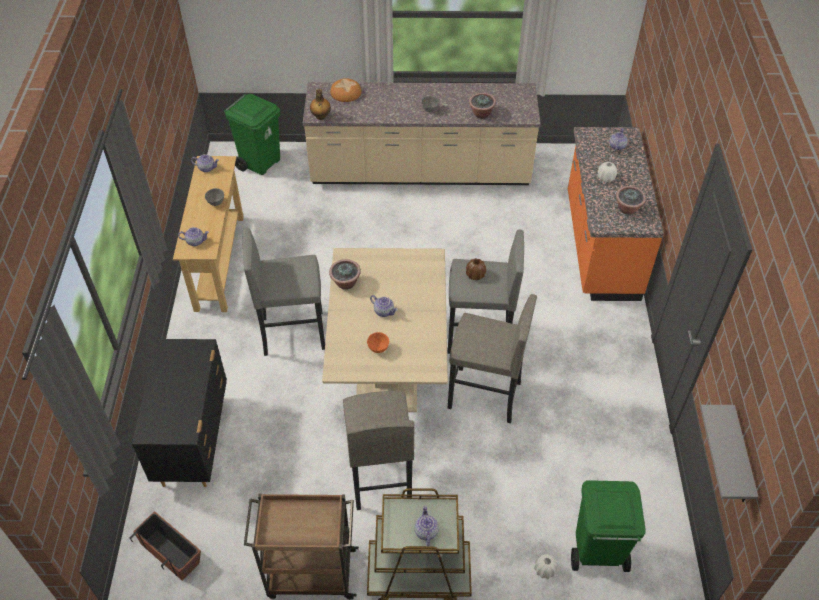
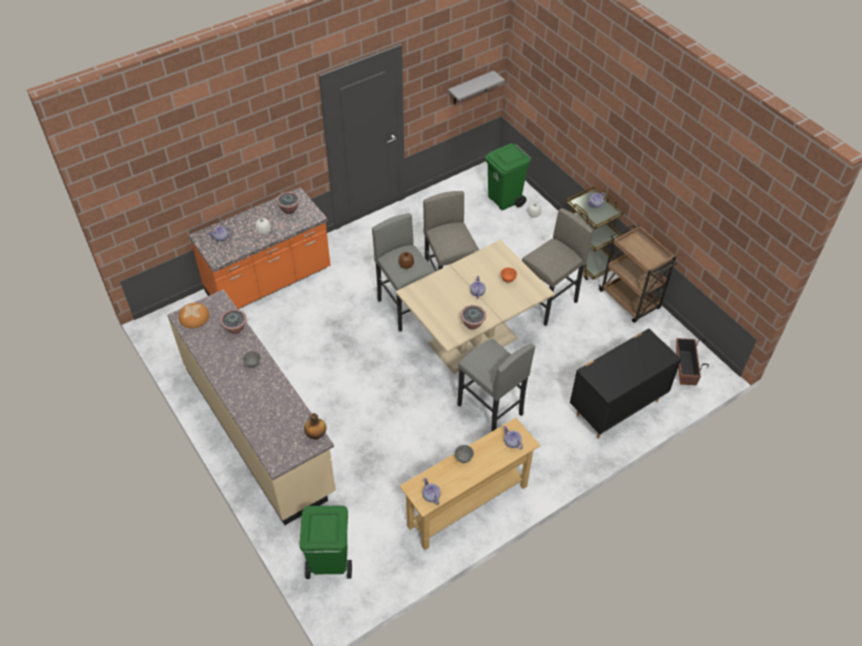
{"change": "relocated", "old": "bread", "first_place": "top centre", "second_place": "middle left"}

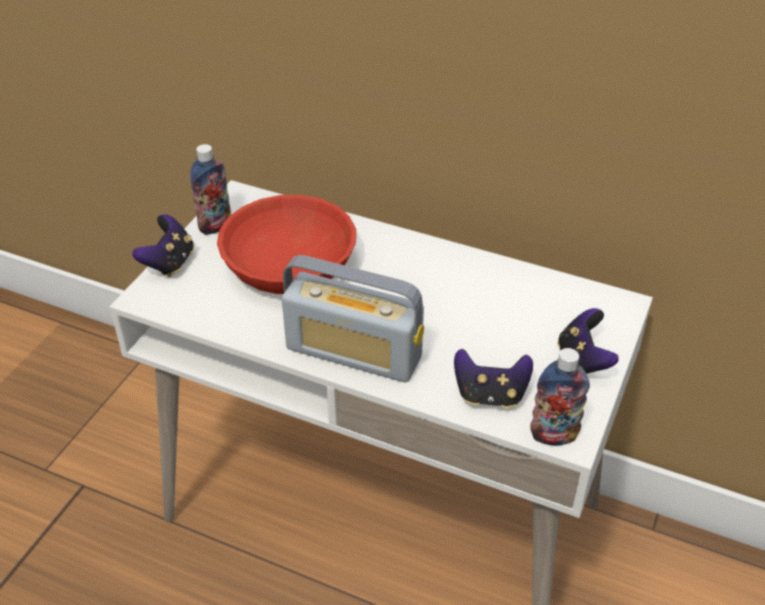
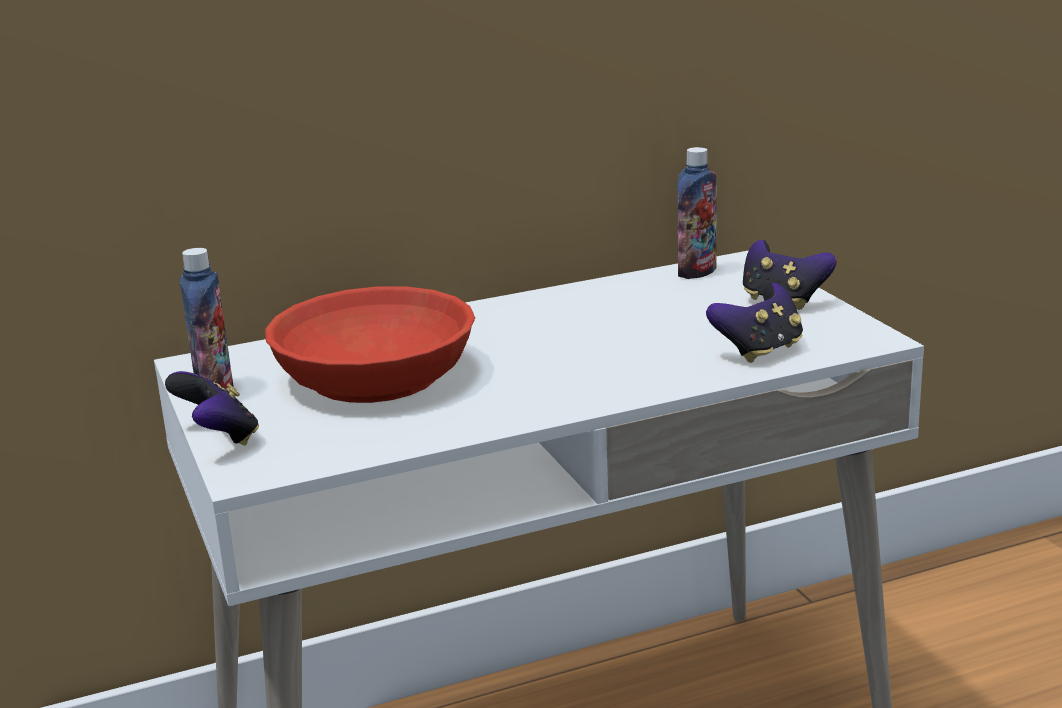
{"change": "missing", "old": "radio", "first_place": "centre"}
{"change": "relocated", "old": "bottle (no. 2 from left)", "first_place": "middle right", "second_place": "top centre"}

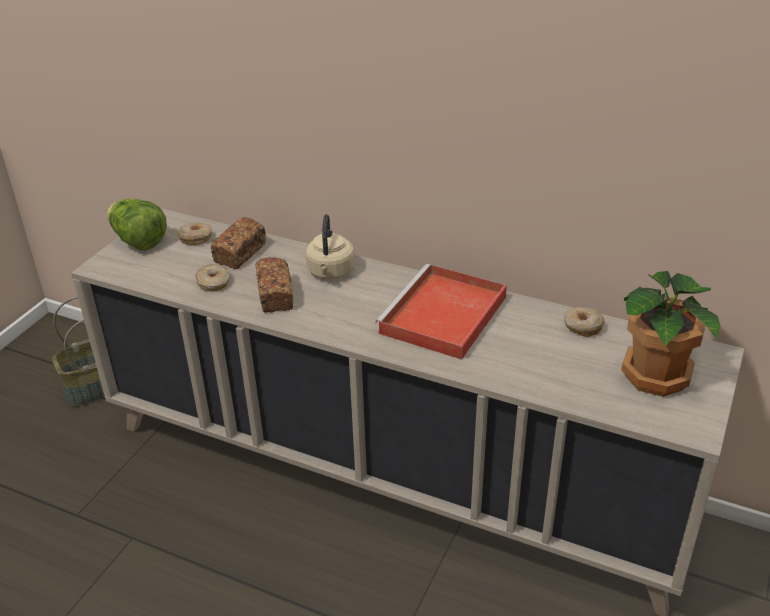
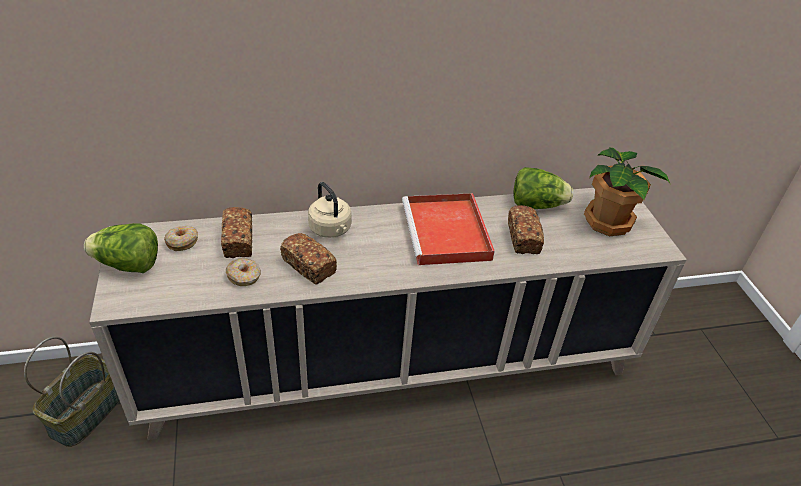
{"change": "appeared", "new": "bread (no. 3 from left)", "second_place": "centre"}
{"change": "exchanged", "old": "donut (no. 3 from left)", "new": "lettuce (no. 2 from left)", "first_place": "middle right", "second_place": "middle right"}

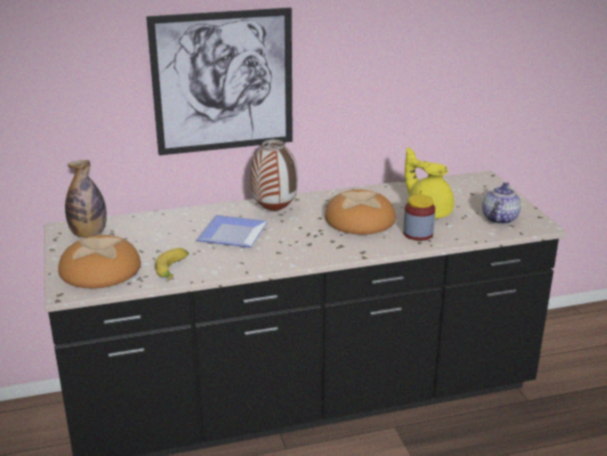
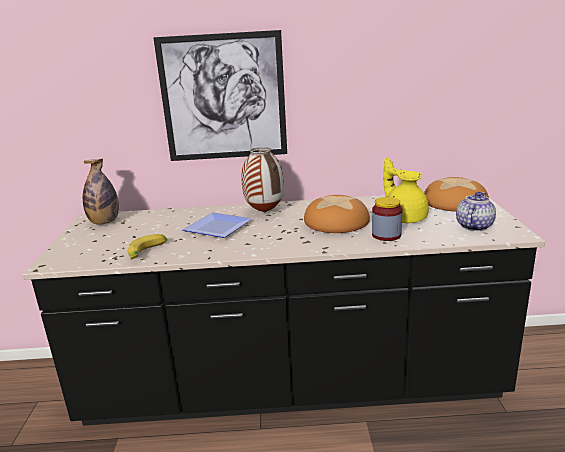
{"change": "relocated", "old": "bread (no. 1 from left in the first image)", "new": "bread (no. 2 from left)", "first_place": "middle left", "second_place": "middle right"}

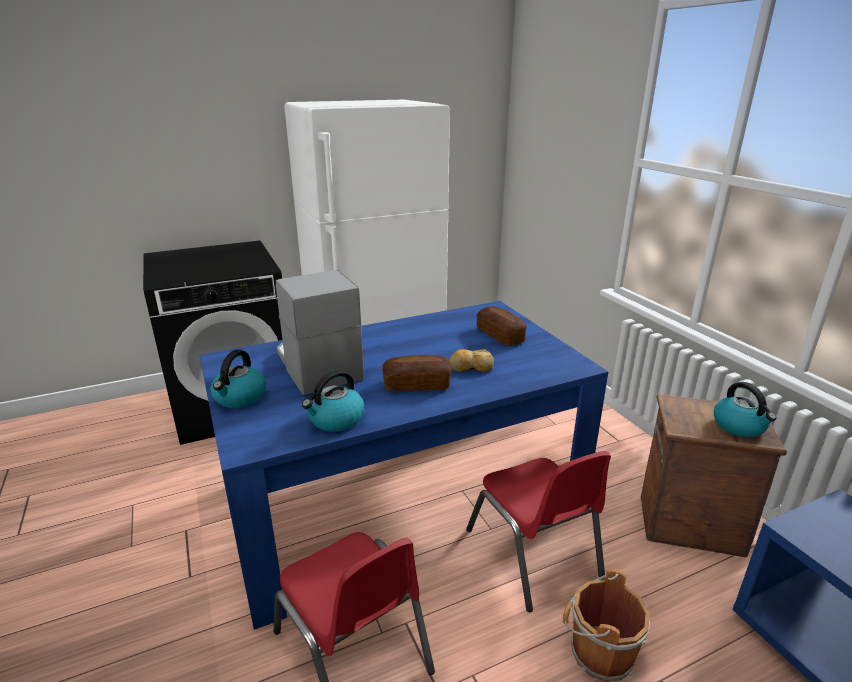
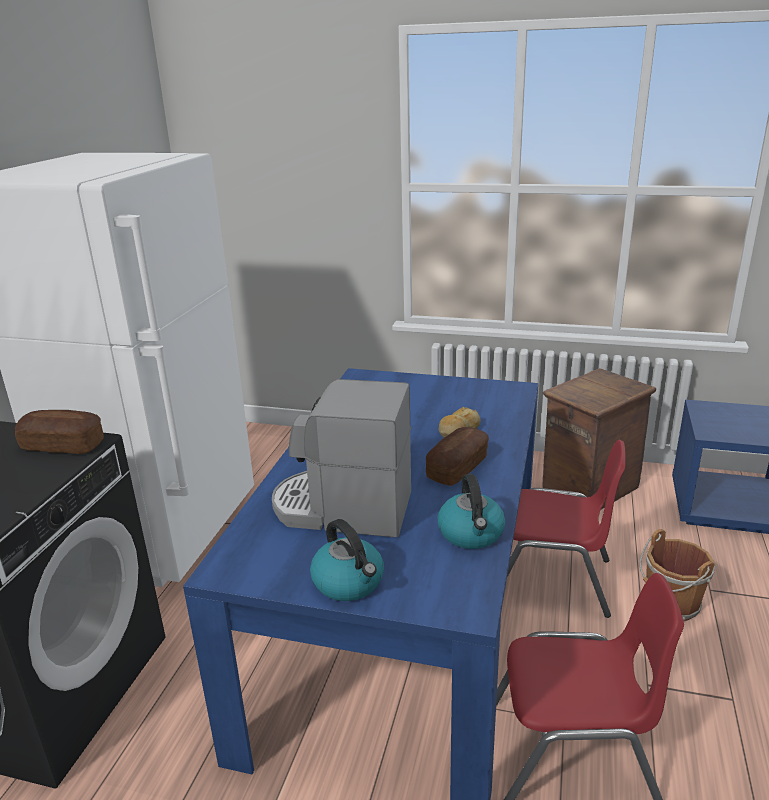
{"change": "missing", "old": "kettle (no. 3 from left)", "first_place": "middle right"}
{"change": "relocated", "old": "bread (no. 3 from left in the first image)", "new": "bread (no. 1 from left)", "first_place": "centre", "second_place": "middle left"}

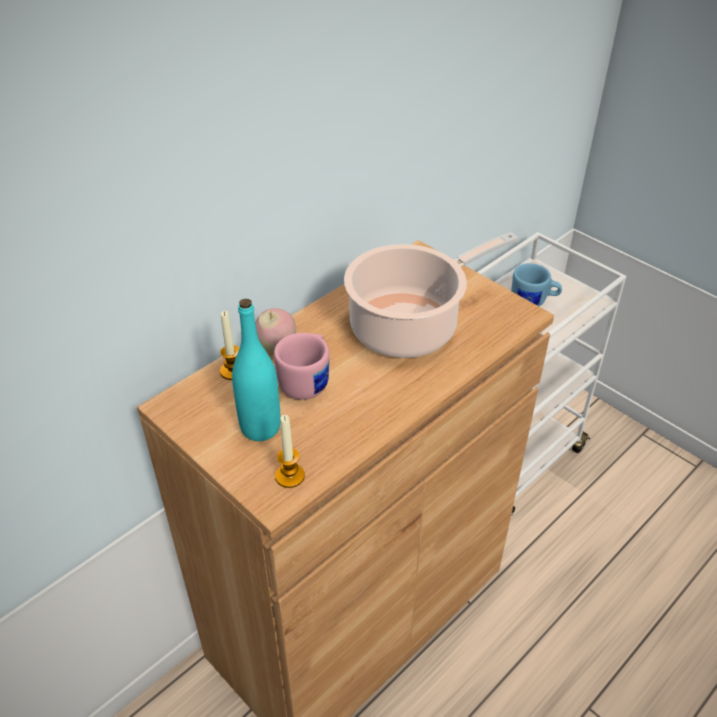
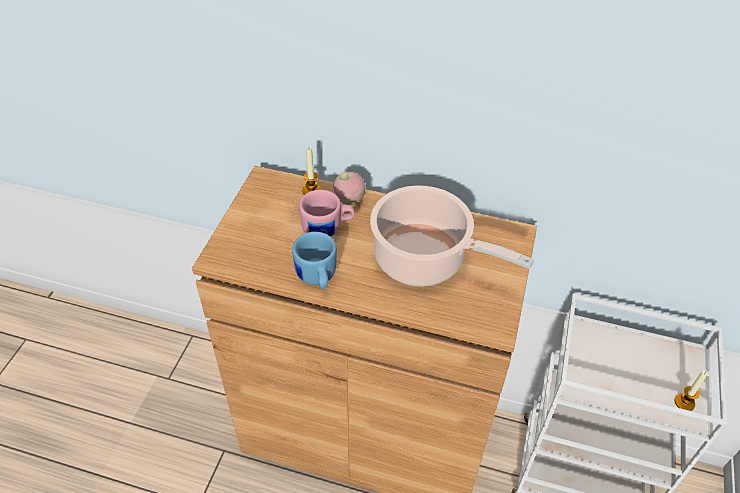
{"change": "missing", "old": "turquoise_bottle", "first_place": "centre"}
{"change": "relocated", "old": "candle (no. 2 from left)", "first_place": "centre", "second_place": "bottom right"}
{"change": "relocated", "old": "blue_mug", "first_place": "middle right", "second_place": "centre"}

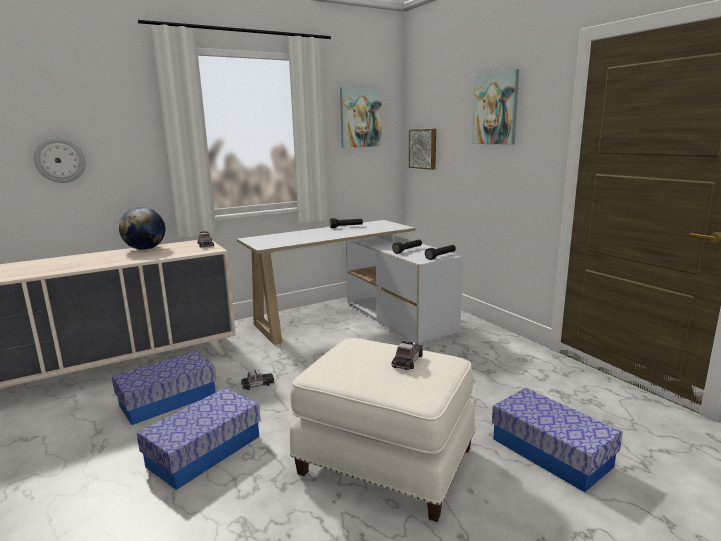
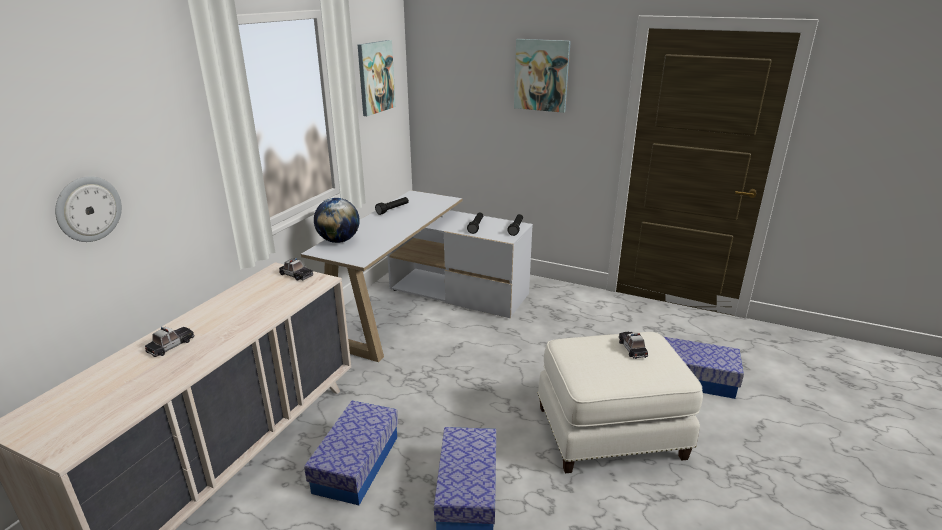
{"change": "missing", "old": "picture (no. 2 from left)", "first_place": "top centre"}
{"change": "relocated", "old": "globe", "first_place": "middle left", "second_place": "centre"}
{"change": "relocated", "old": "toy_car (no. 2 from left in the first image)", "new": "toy_car (no. 1 from left)", "first_place": "bottom centre", "second_place": "middle left"}

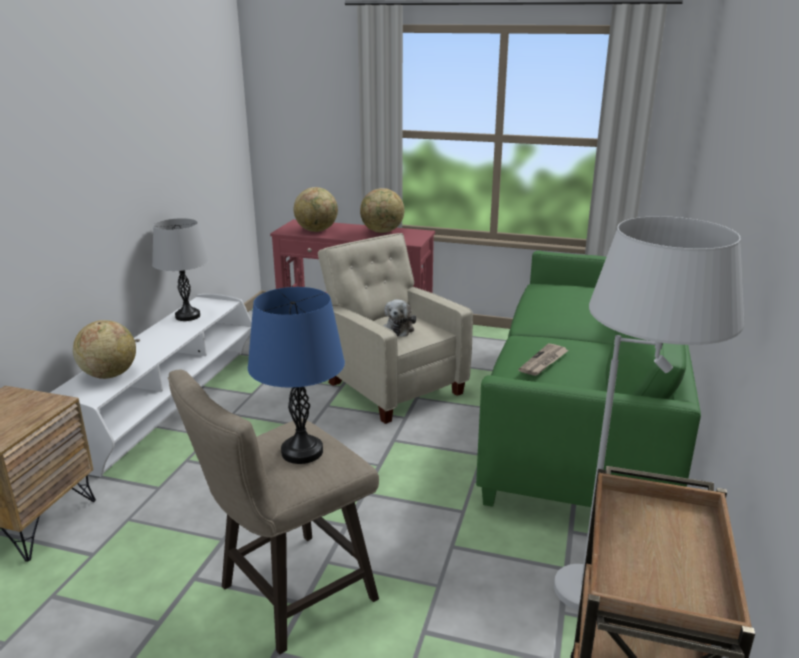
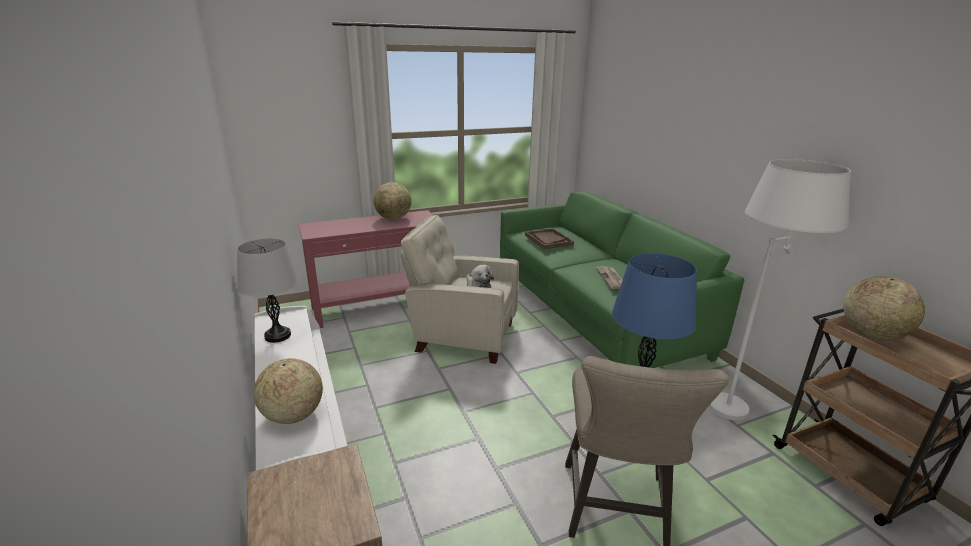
{"change": "appeared", "new": "brown_tray", "second_place": "centre"}
{"change": "relocated", "old": "globe (no. 2 from left in the first image)", "new": "globe (no. 3 from left)", "first_place": "top centre", "second_place": "middle right"}

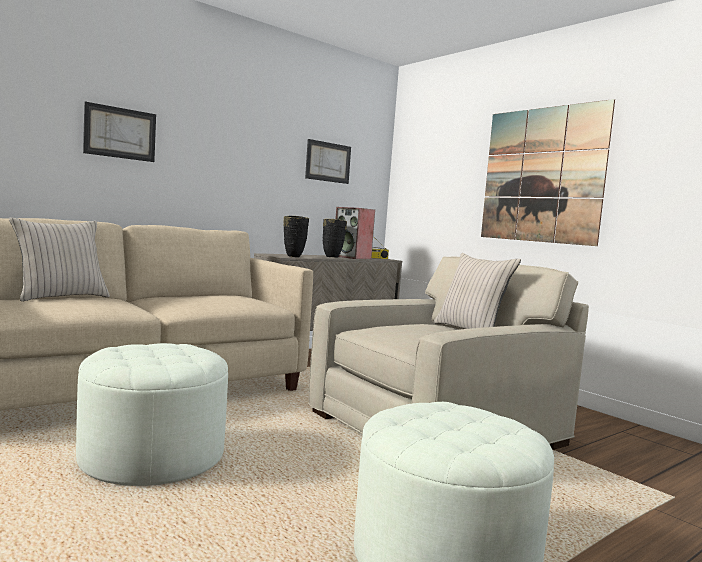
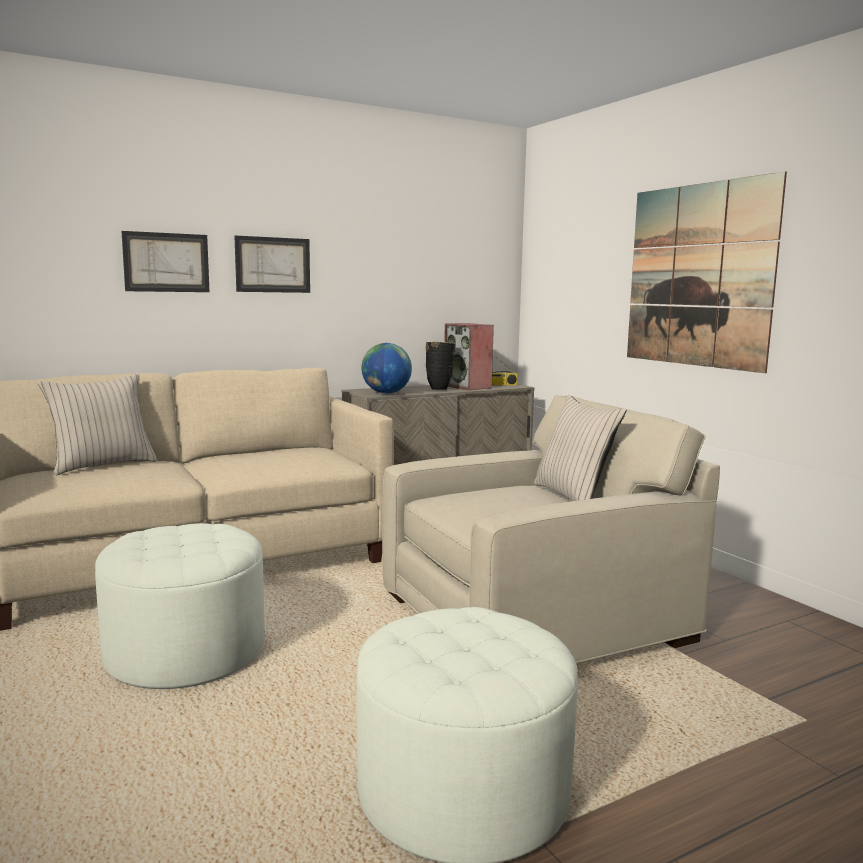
{"change": "relocated", "old": "picture (no. 2 from left)", "first_place": "top centre", "second_place": "top left"}
{"change": "exchanged", "old": "black_vase (no. 1 from left)", "new": "globe", "first_place": "centre", "second_place": "centre"}

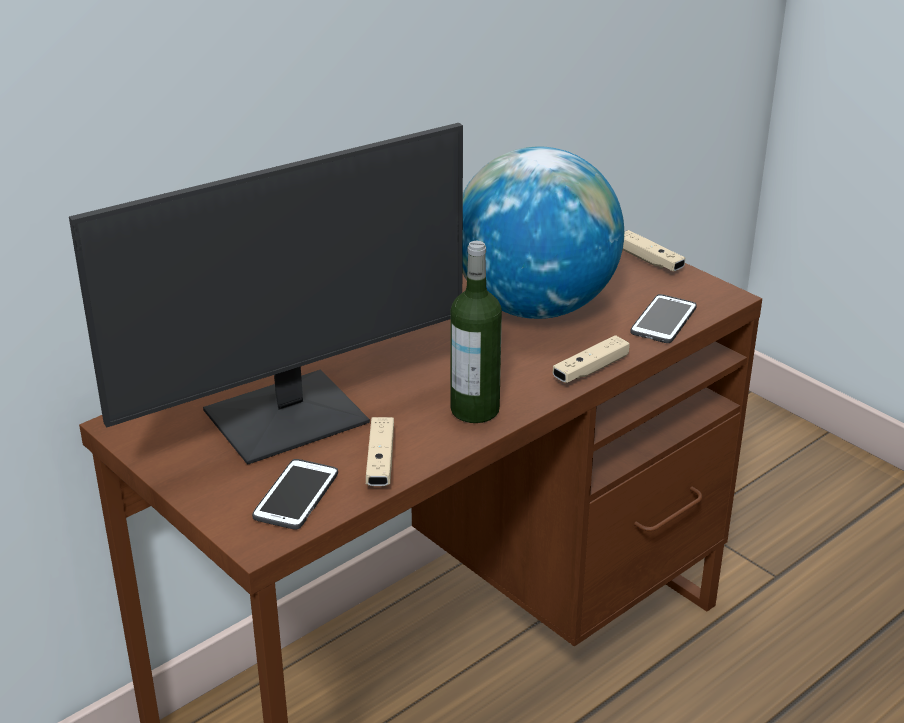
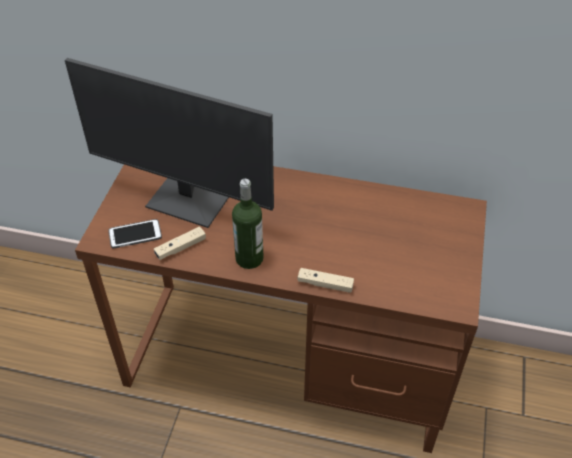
{"change": "missing", "old": "globe", "first_place": "top centre"}
{"change": "missing", "old": "beige_game_controller (no. 3 from left)", "first_place": "middle right"}
{"change": "missing", "old": "phone (no. 2 from left)", "first_place": "middle right"}

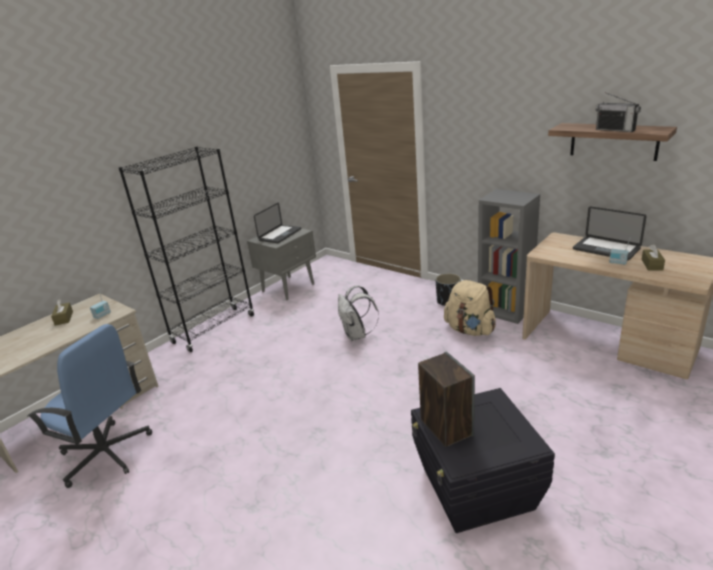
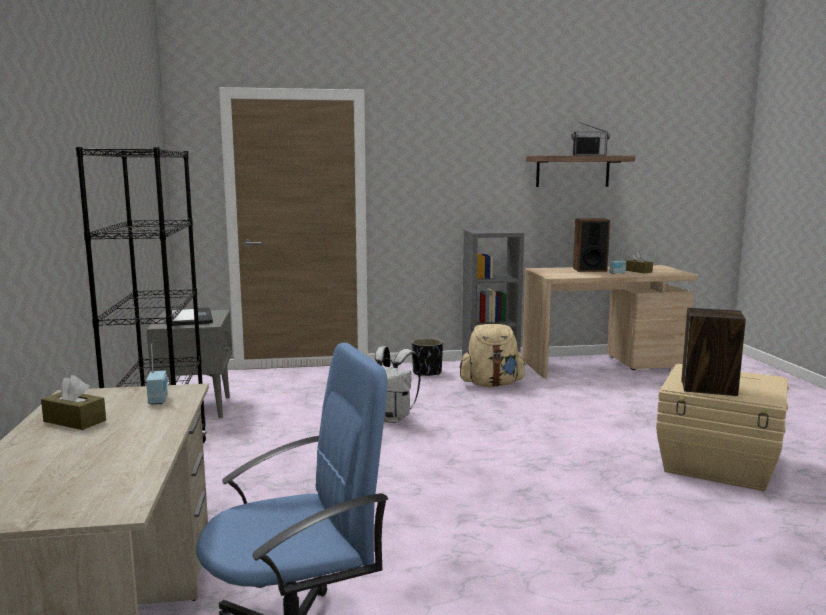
{"change": "exchanged", "old": "laptop (no. 2 from left)", "new": "speaker (no. 1 from left)", "first_place": "middle right", "second_place": "middle right"}
{"change": "colour", "old": "black_storage_box", "new": "beige_storage_box", "first_place": "bottom right", "second_place": "bottom right"}

